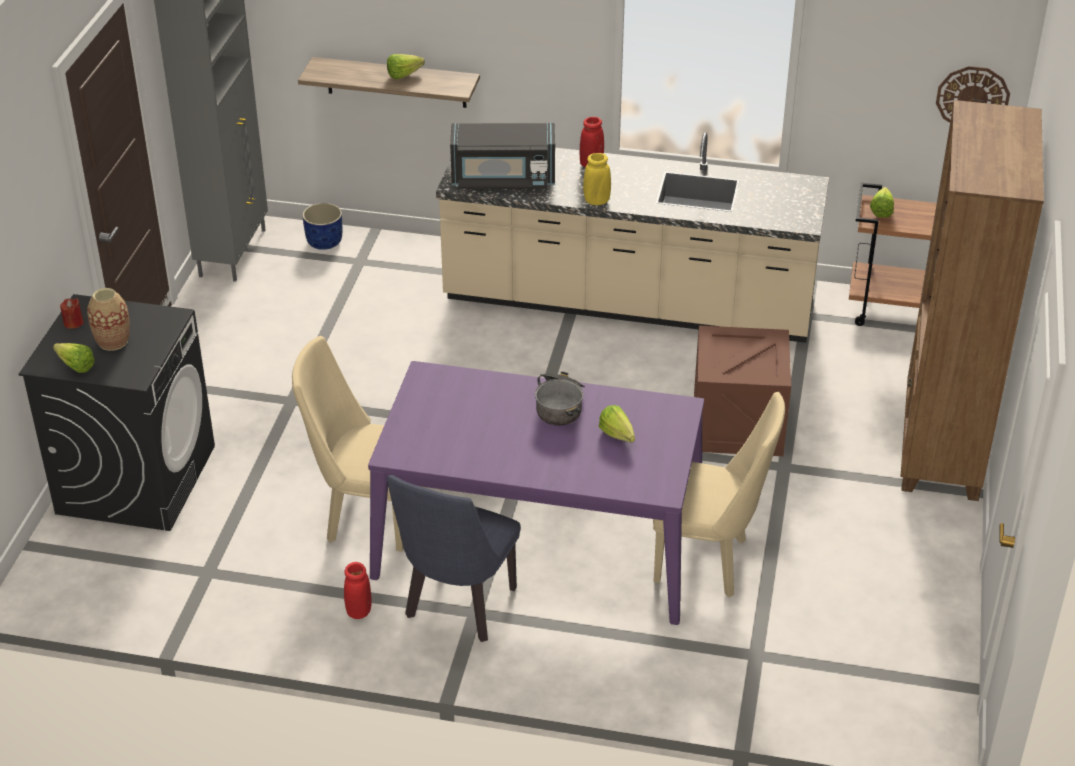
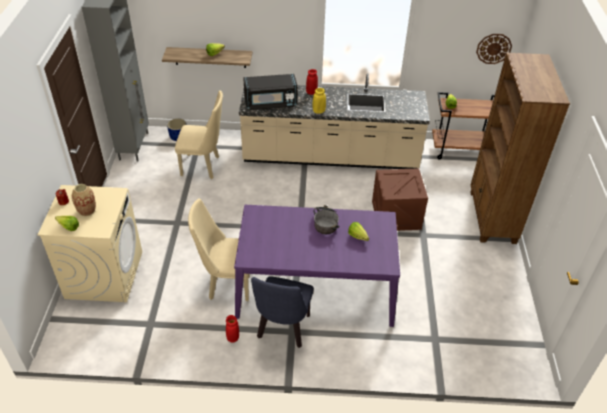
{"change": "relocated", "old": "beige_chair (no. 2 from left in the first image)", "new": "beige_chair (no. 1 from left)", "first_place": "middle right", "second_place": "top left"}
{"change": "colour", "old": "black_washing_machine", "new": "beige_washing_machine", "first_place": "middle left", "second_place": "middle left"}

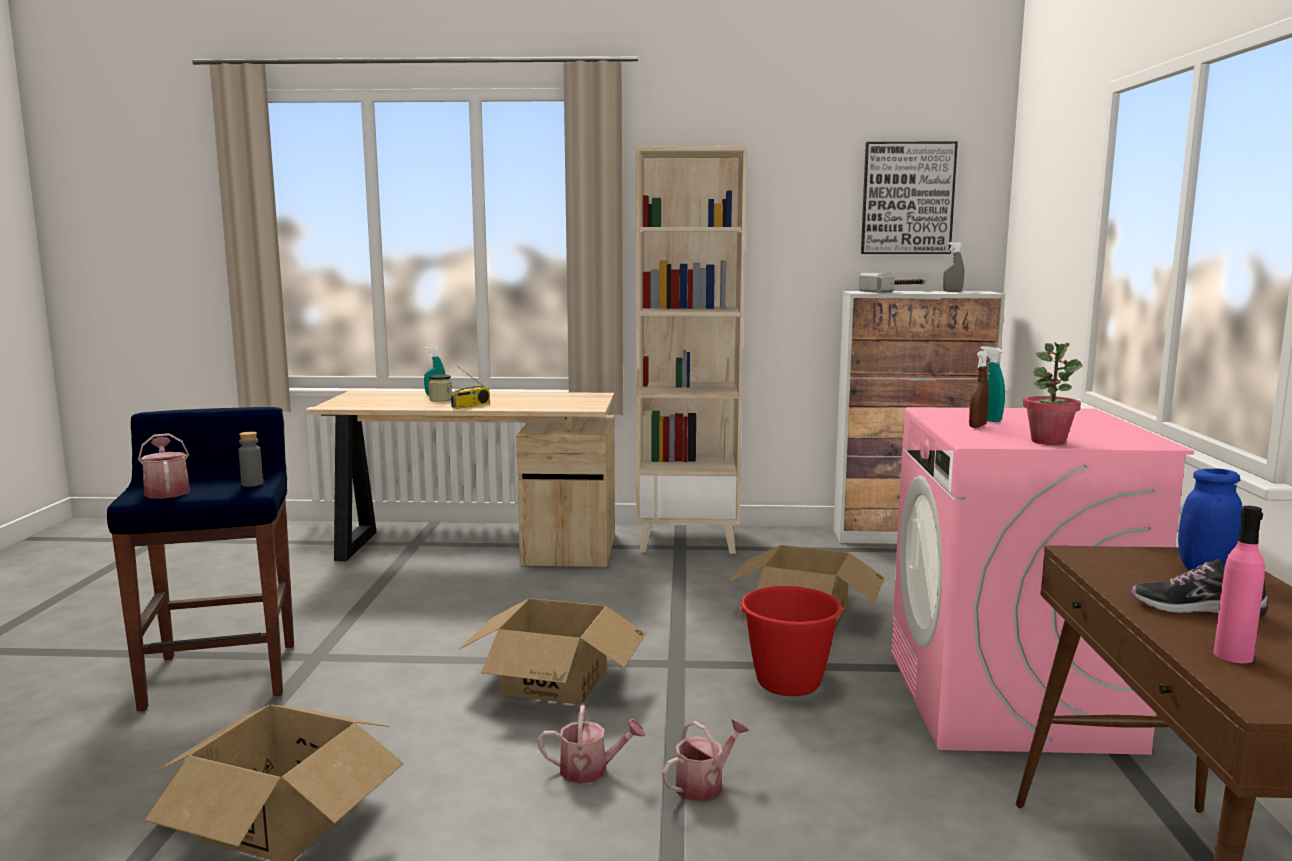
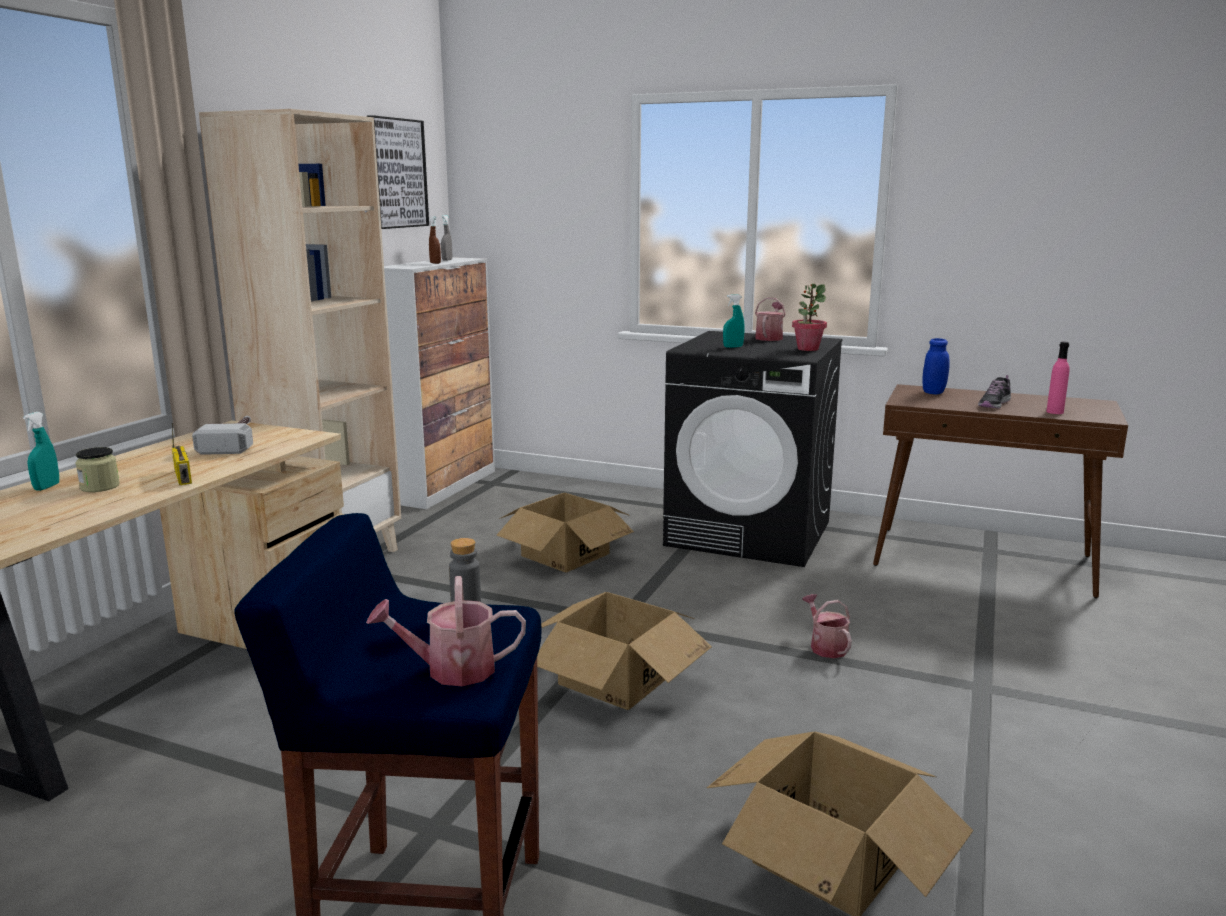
{"change": "missing", "old": "red_bucket", "first_place": "bottom centre"}
{"change": "relocated", "old": "watering_can (no. 2 from left)", "first_place": "bottom centre", "second_place": "centre"}
{"change": "relocated", "old": "hammer", "first_place": "top right", "second_place": "middle left"}
{"change": "relocated", "old": "brown_spray_bottle", "first_place": "middle right", "second_place": "top centre"}
{"change": "colour", "old": "pink_washing_machine", "new": "black_washing_machine", "first_place": "bottom right", "second_place": "centre"}

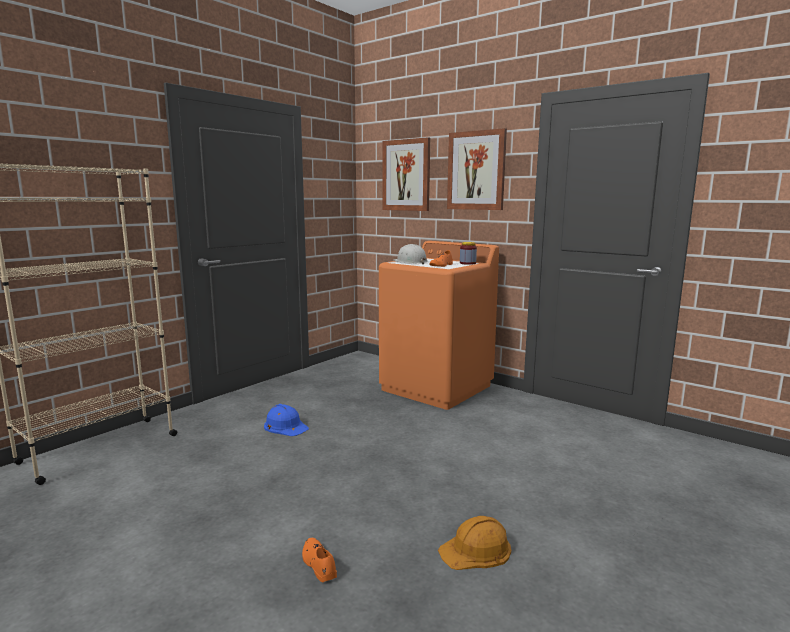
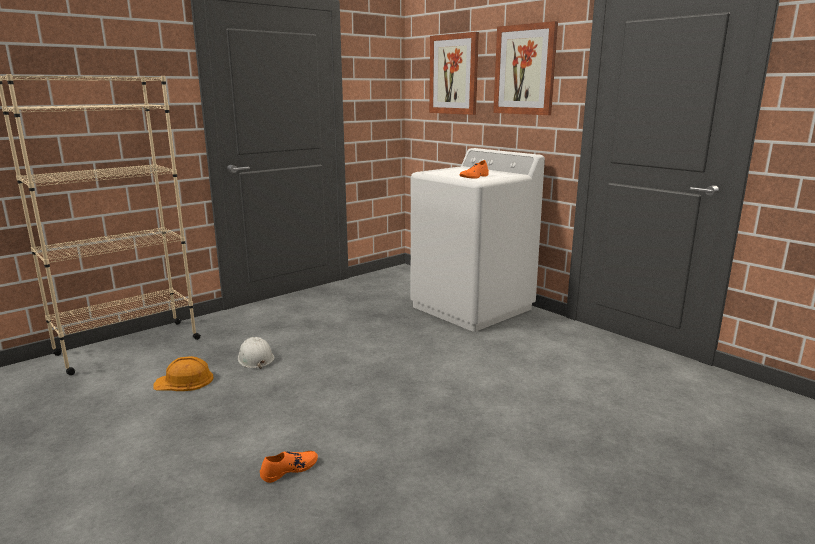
{"change": "missing", "old": "blue_hard_hat", "first_place": "centre"}
{"change": "missing", "old": "jar", "first_place": "centre"}
{"change": "relocated", "old": "white_hard_hat", "first_place": "centre", "second_place": "middle left"}
{"change": "relocated", "old": "orange_hard_hat", "first_place": "bottom centre", "second_place": "bottom left"}
{"change": "colour", "old": "orange_washing_machine", "new": "white_washing_machine", "first_place": "centre", "second_place": "centre"}
{"change": "spun", "old": "orange_shoe (no. 1 from left)", "first_place": "bottom centre", "second_place": "bottom centre", "degrees": 75}

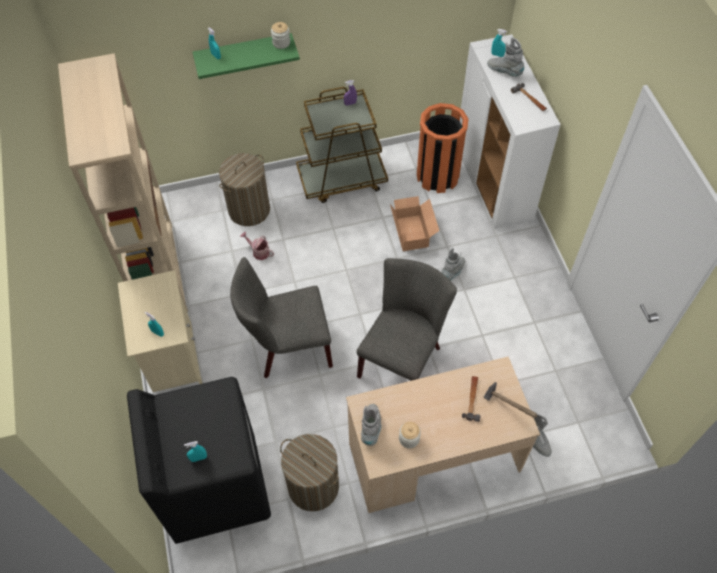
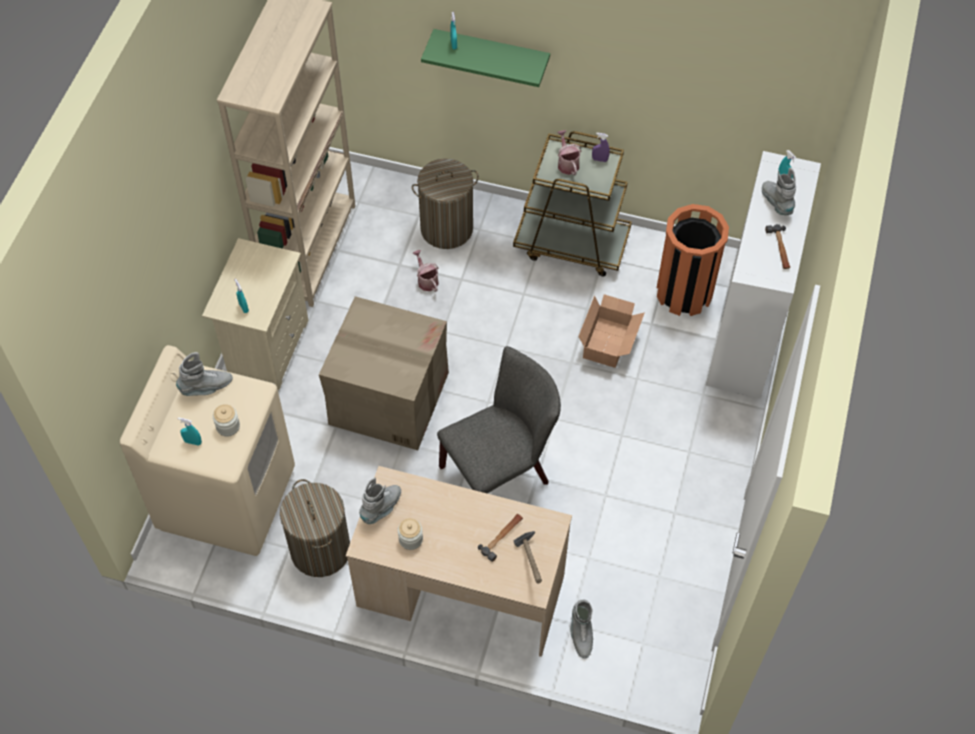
{"change": "appeared", "new": "watering_can (no. 2 from left)", "second_place": "top centre"}
{"change": "relocated", "old": "jar (no. 1 from left)", "first_place": "top centre", "second_place": "middle left"}
{"change": "relocated", "old": "grey_boot (no. 2 from left in the first image)", "new": "grey_boot (no. 1 from left)", "first_place": "centre", "second_place": "middle left"}
{"change": "exchanged", "old": "grey_chair (no. 1 from left)", "new": "cardboard_box (no. 1 from left)", "first_place": "centre", "second_place": "centre"}
{"change": "colour", "old": "black_washing_machine", "new": "beige_washing_machine", "first_place": "bottom left", "second_place": "middle left"}

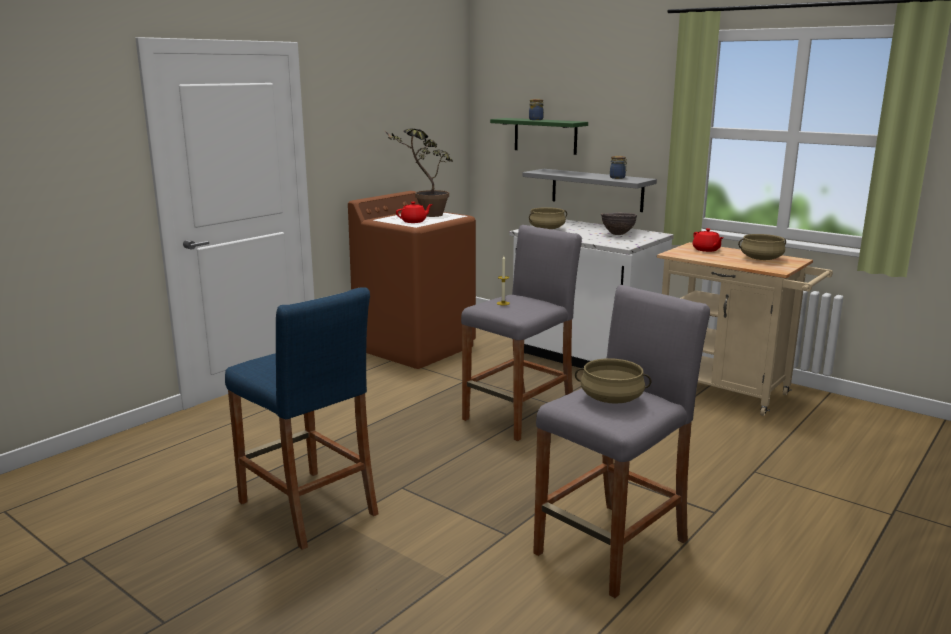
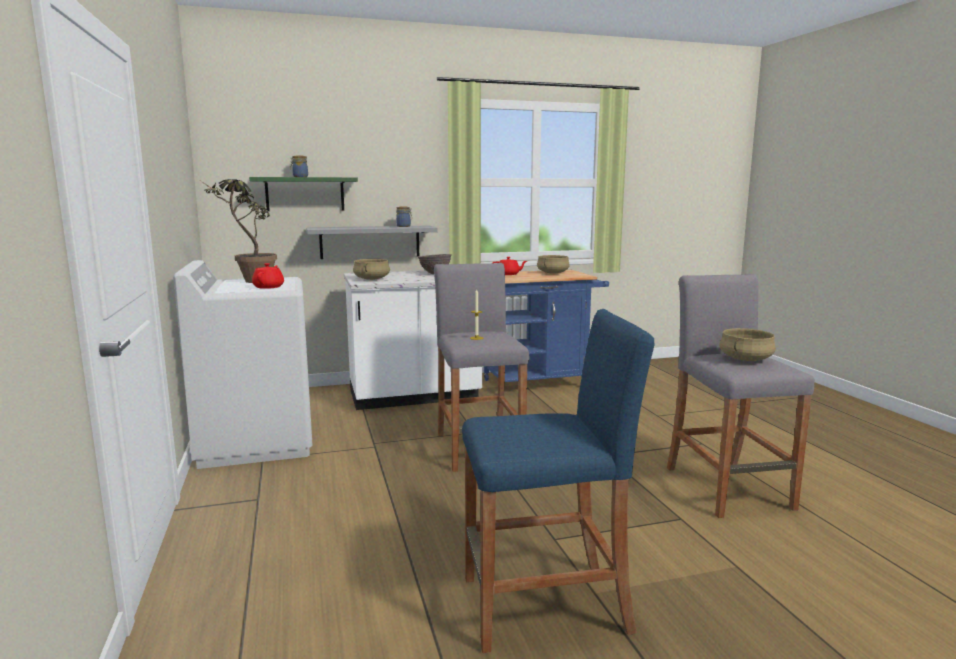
{"change": "colour", "old": "brown_washing_machine", "new": "white_washing_machine", "first_place": "centre", "second_place": "middle left"}
{"change": "colour", "old": "beige_cart", "new": "blue_cart", "first_place": "middle right", "second_place": "centre"}

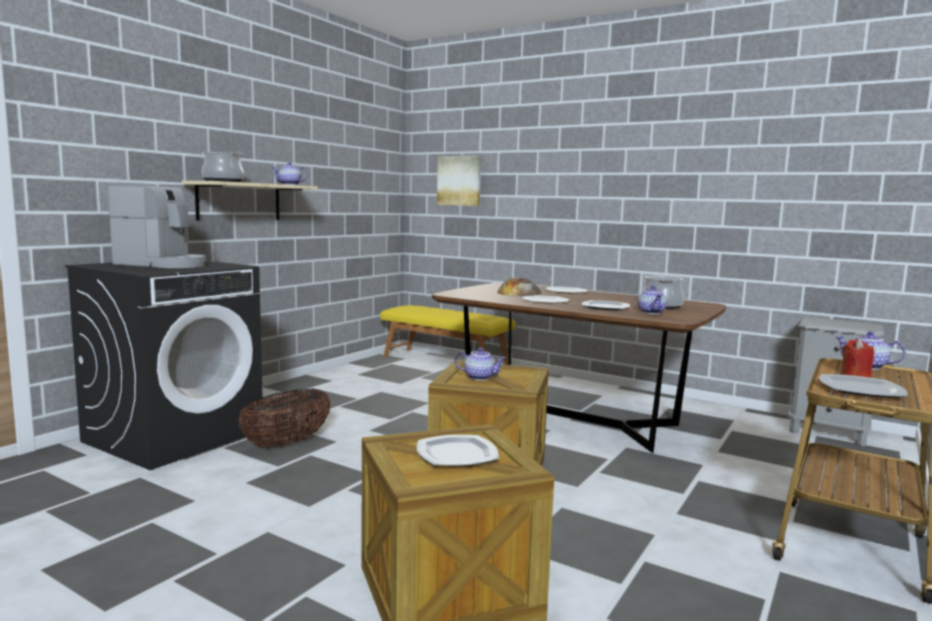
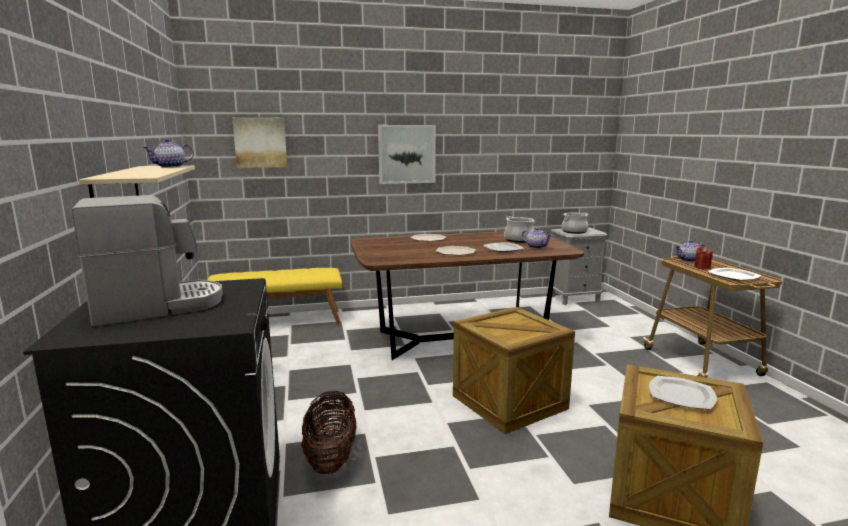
{"change": "missing", "old": "teapot (no. 2 from left)", "first_place": "centre"}
{"change": "missing", "old": "bread", "first_place": "centre"}
{"change": "appeared", "new": "picture (no. 2 from left)", "second_place": "top centre"}
{"change": "relocated", "old": "cooking_pot (no. 1 from left in the first image)", "new": "cooking_pot (no. 2 from left)", "first_place": "top left", "second_place": "middle right"}

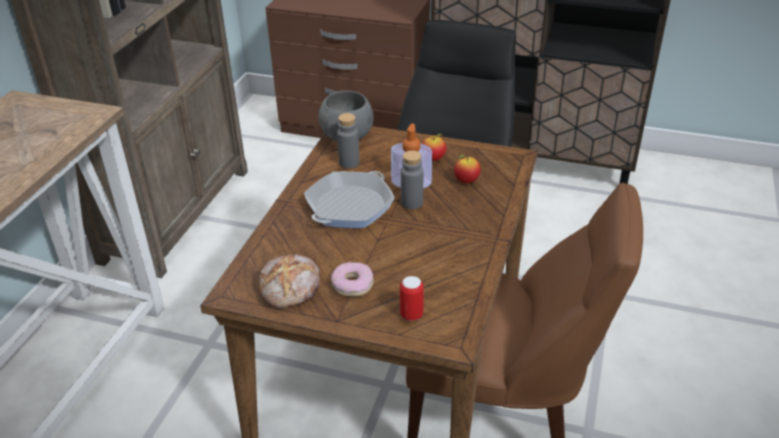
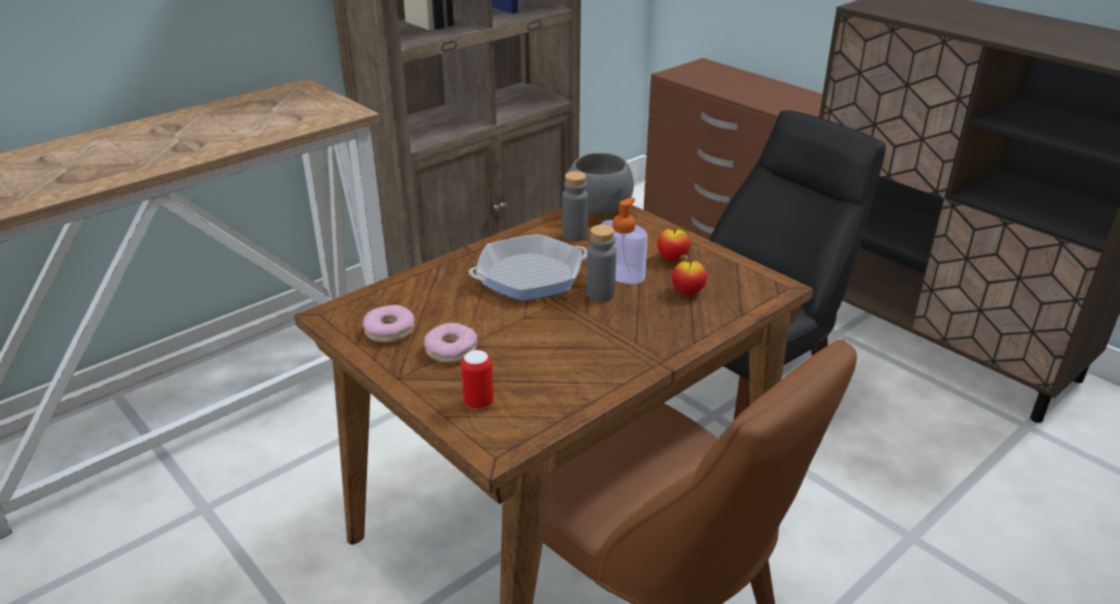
{"change": "exchanged", "old": "bread", "new": "donut (no. 1 from left)", "first_place": "centre", "second_place": "centre"}

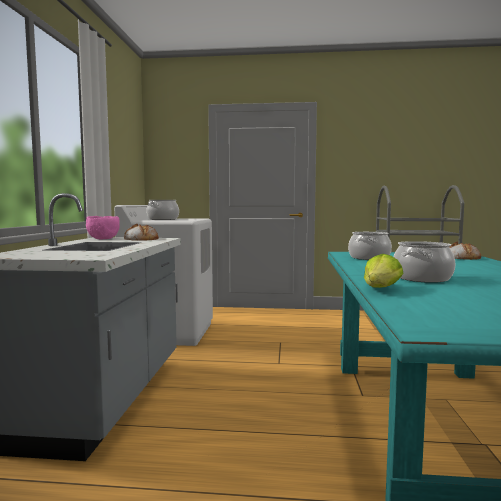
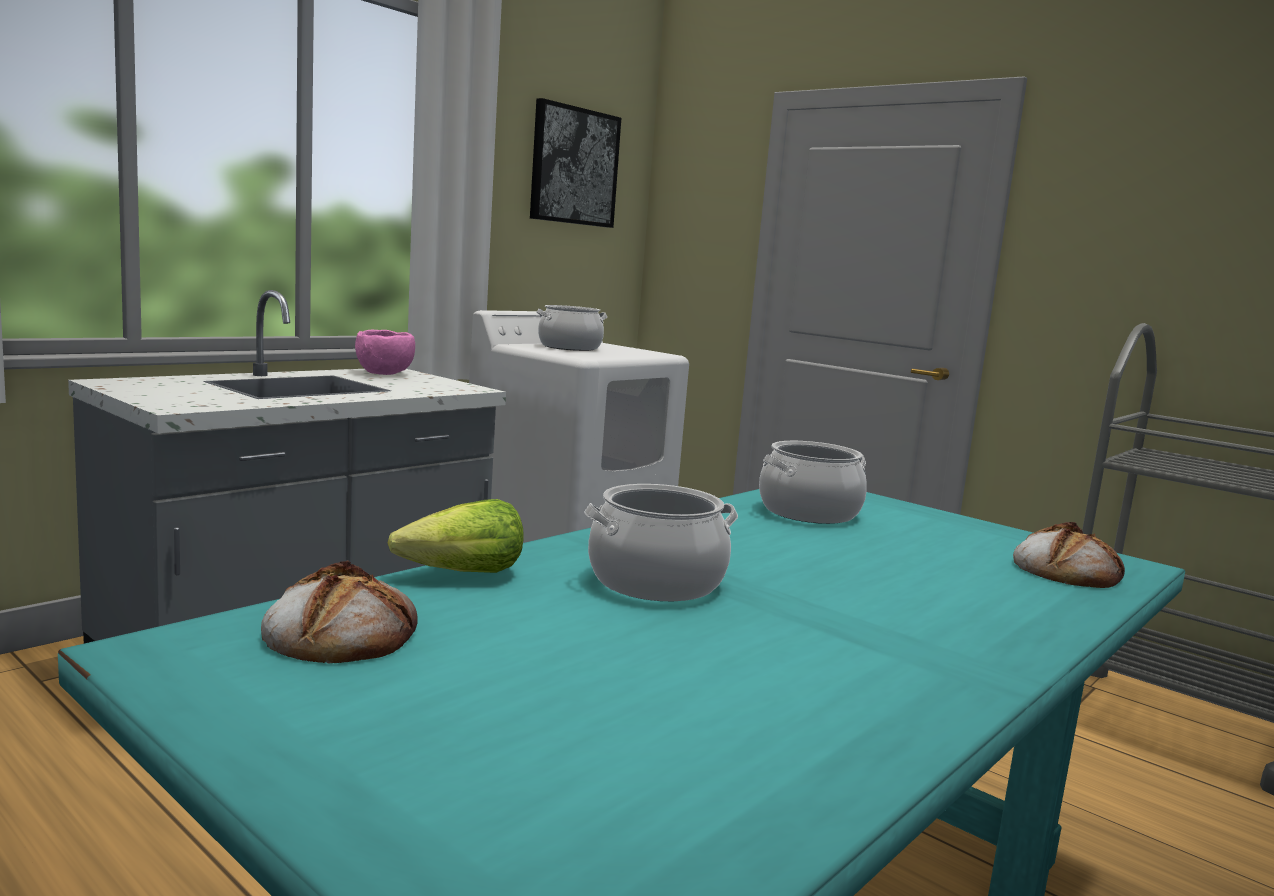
{"change": "appeared", "new": "picture", "second_place": "top centre"}
{"change": "relocated", "old": "bread (no. 1 from left)", "first_place": "middle left", "second_place": "bottom left"}

